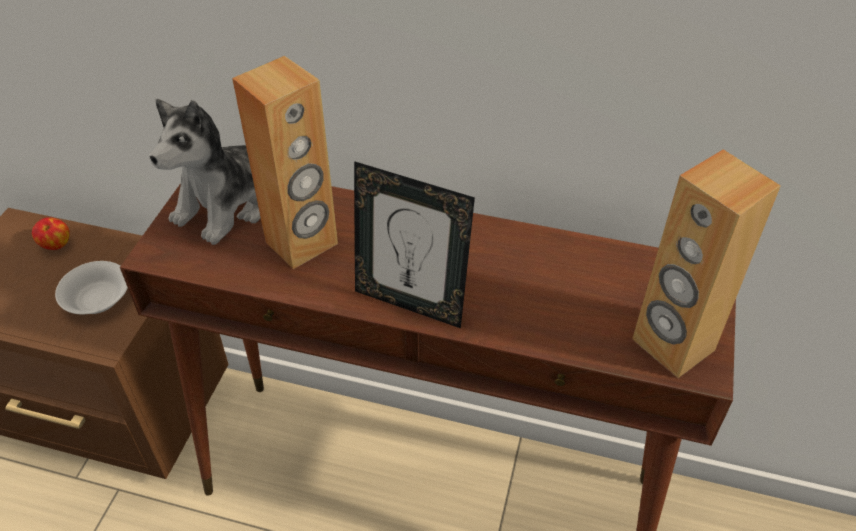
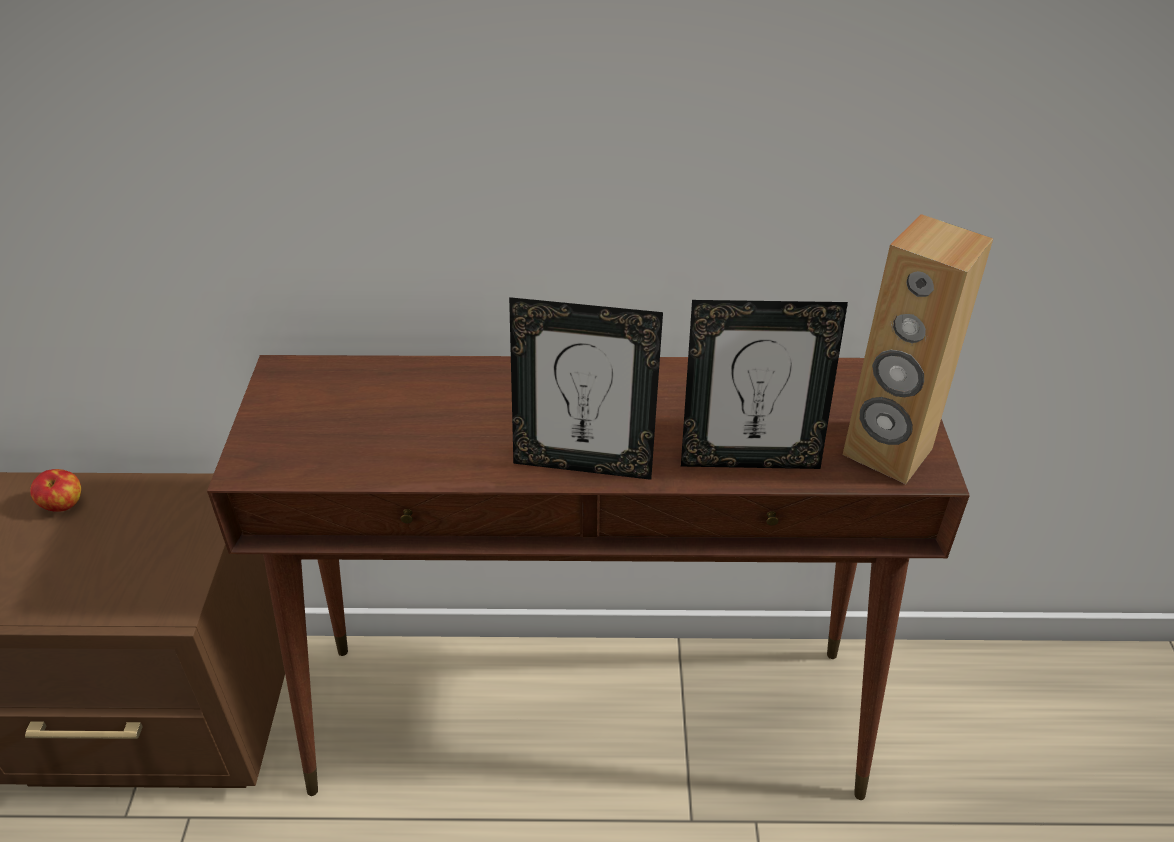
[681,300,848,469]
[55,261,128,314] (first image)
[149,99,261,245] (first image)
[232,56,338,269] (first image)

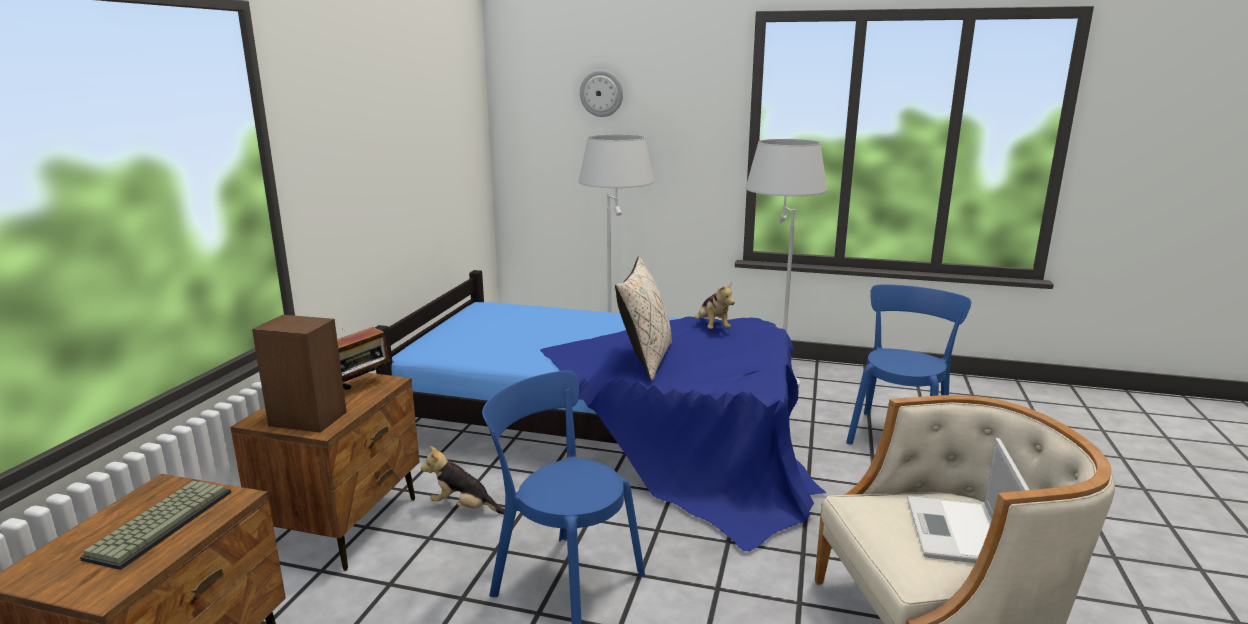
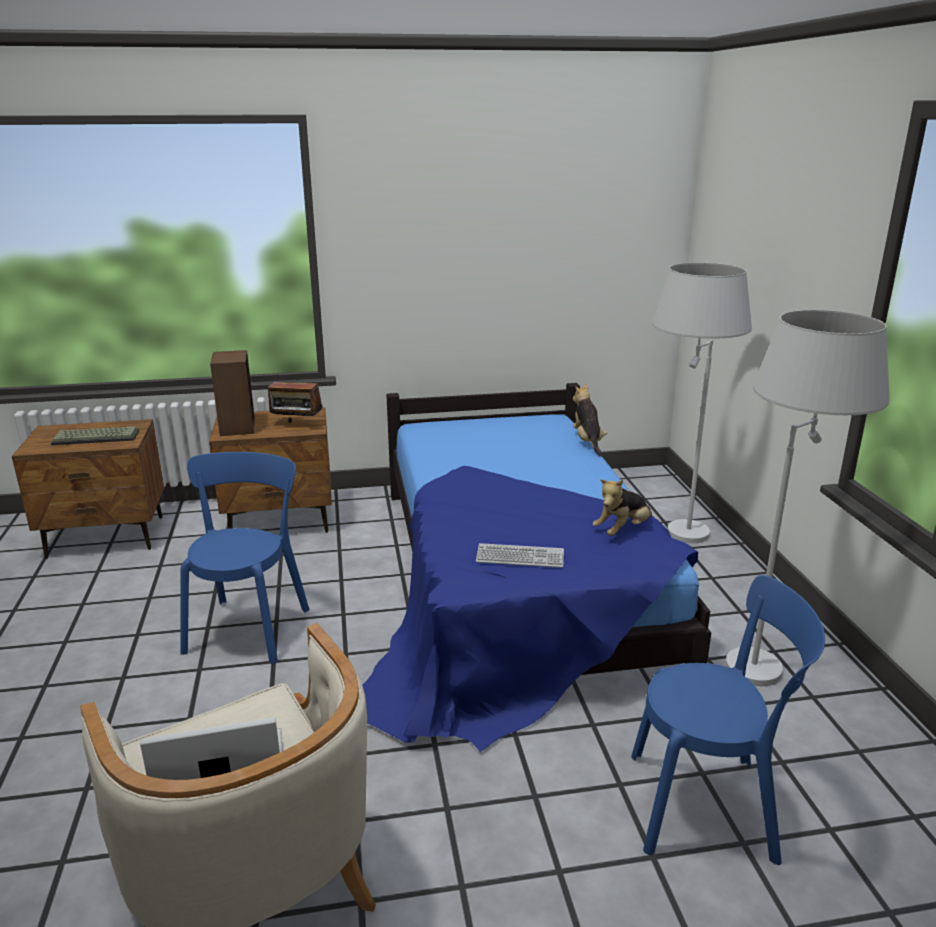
[476,543,564,568]
[573,384,607,456]
[580,70,623,117] (first image)
[615,256,672,381] (first image)

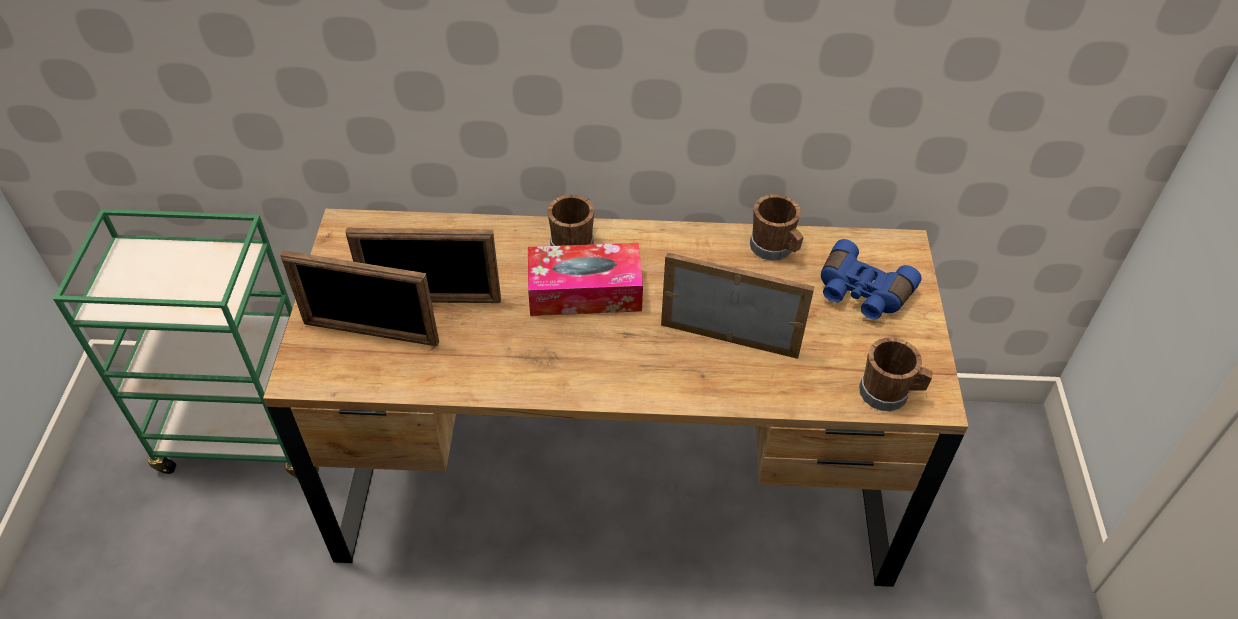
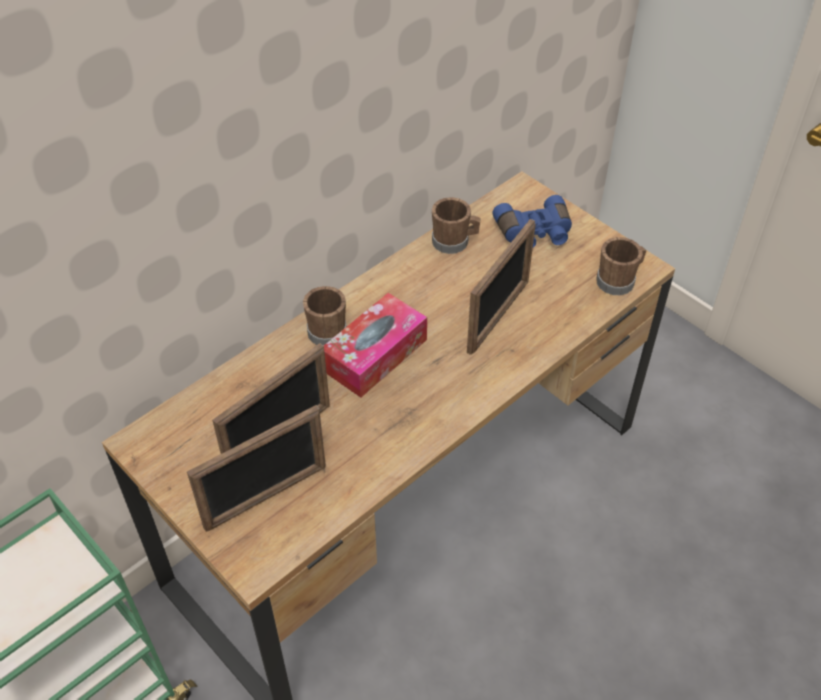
[467,219,535,355]

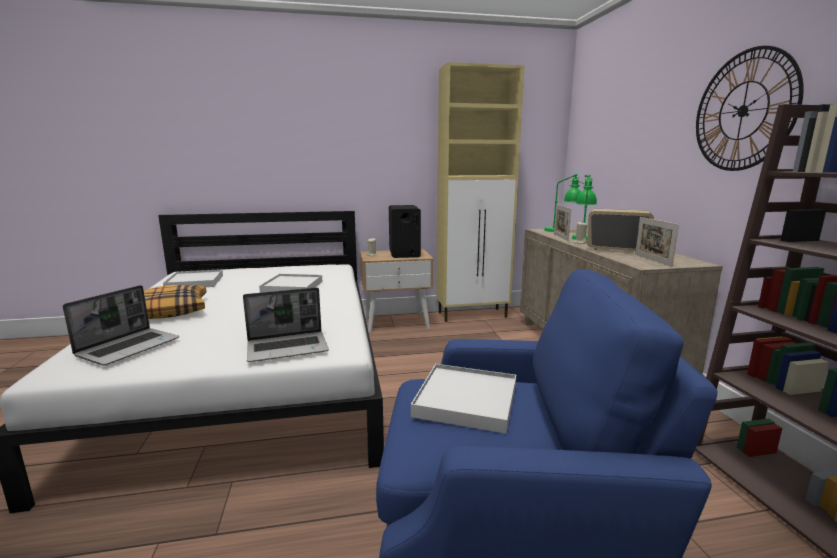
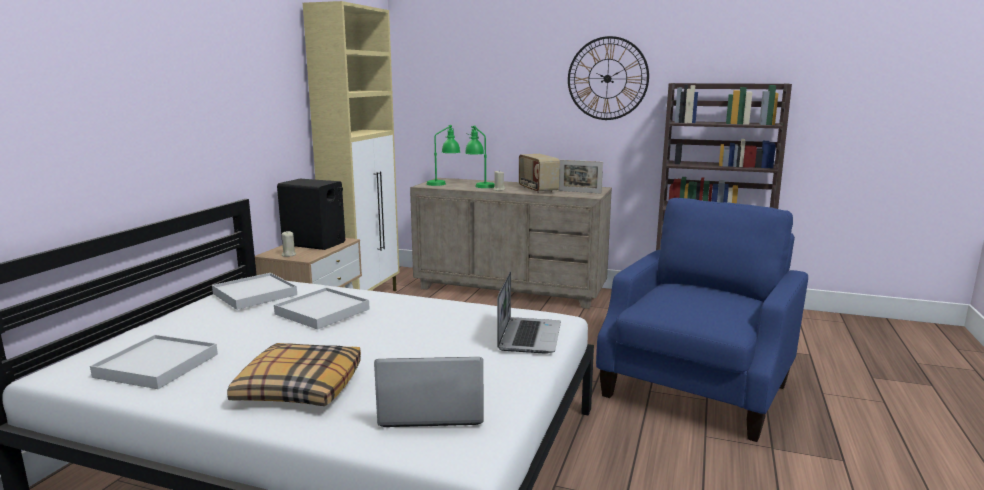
[212,273,297,310]
[374,357,484,427]
[519,154,560,193]
[554,204,571,241] (first image)

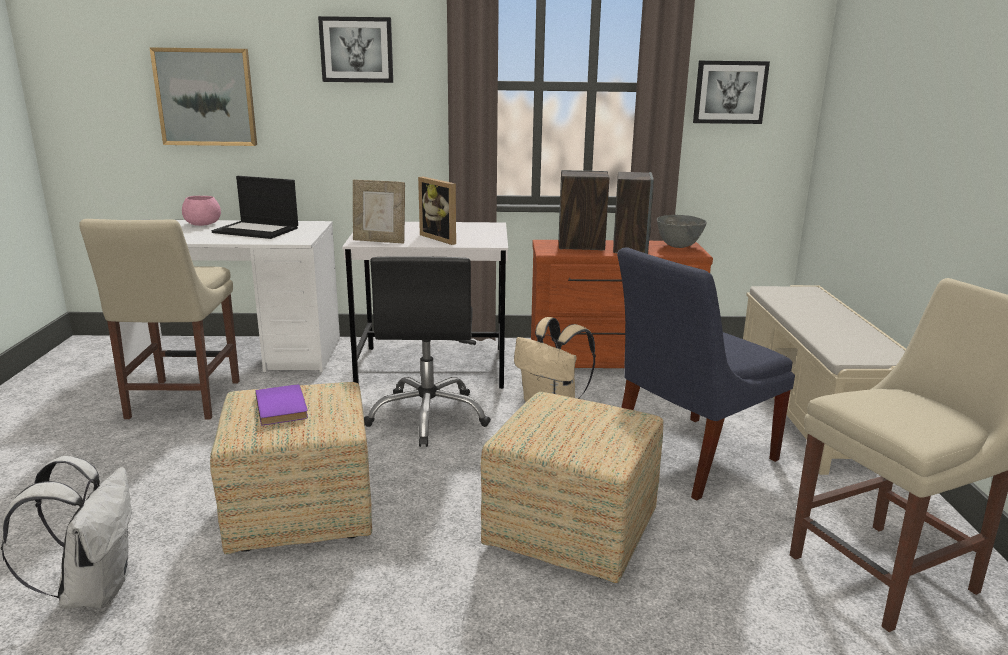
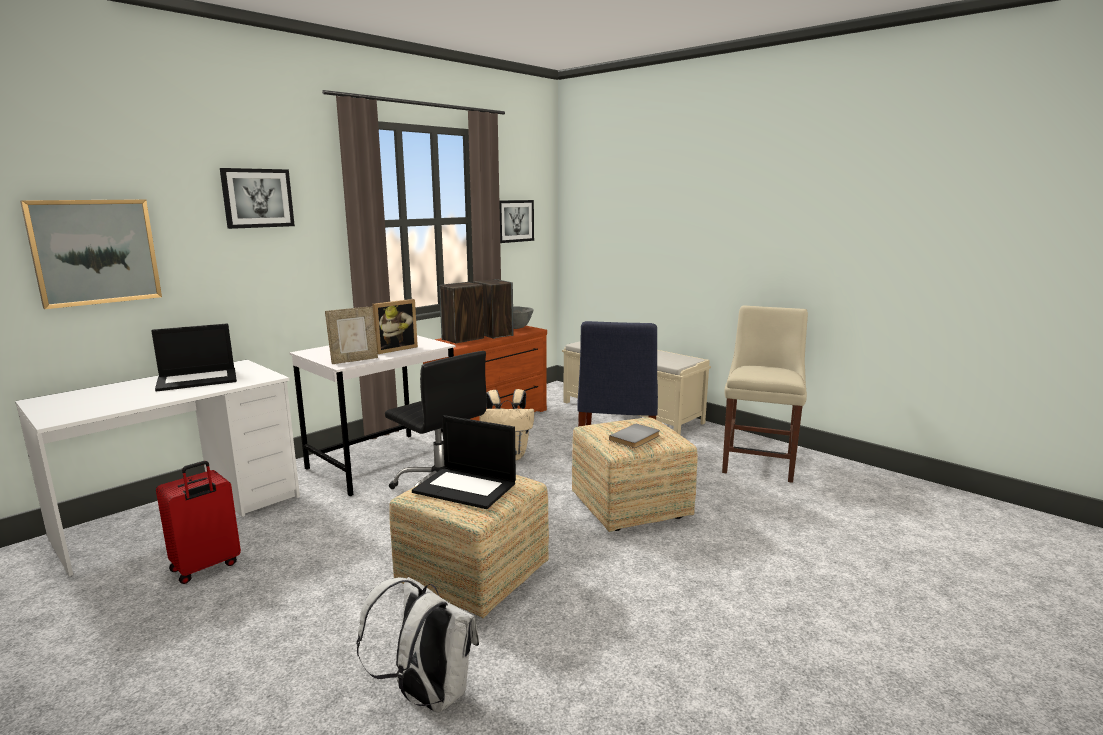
[156,461,241,584]
[372,299,418,354]
[412,415,516,509]
[609,423,660,448]
[182,196,221,226] (first image)

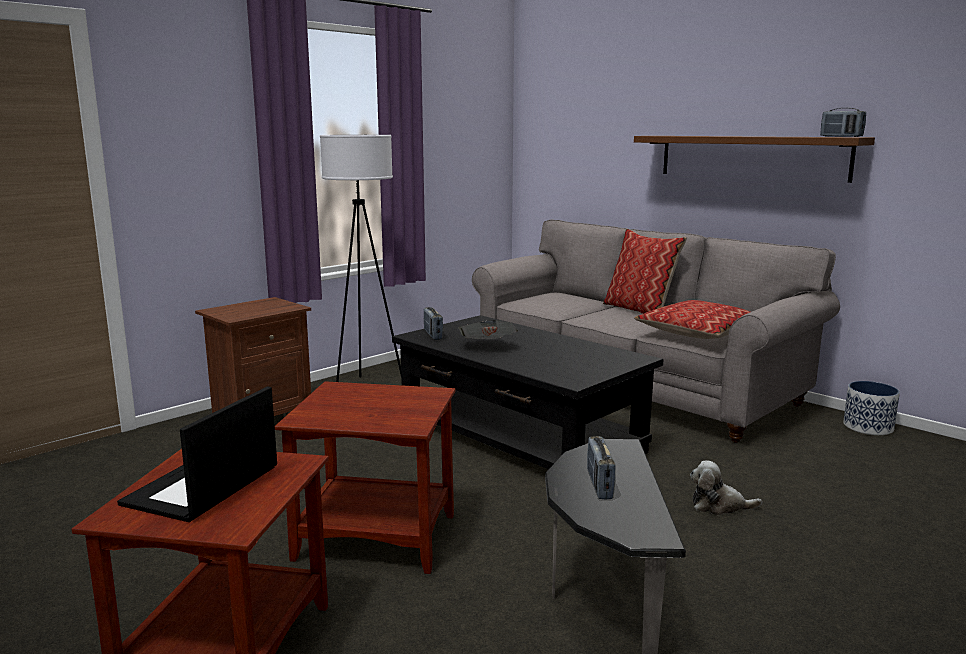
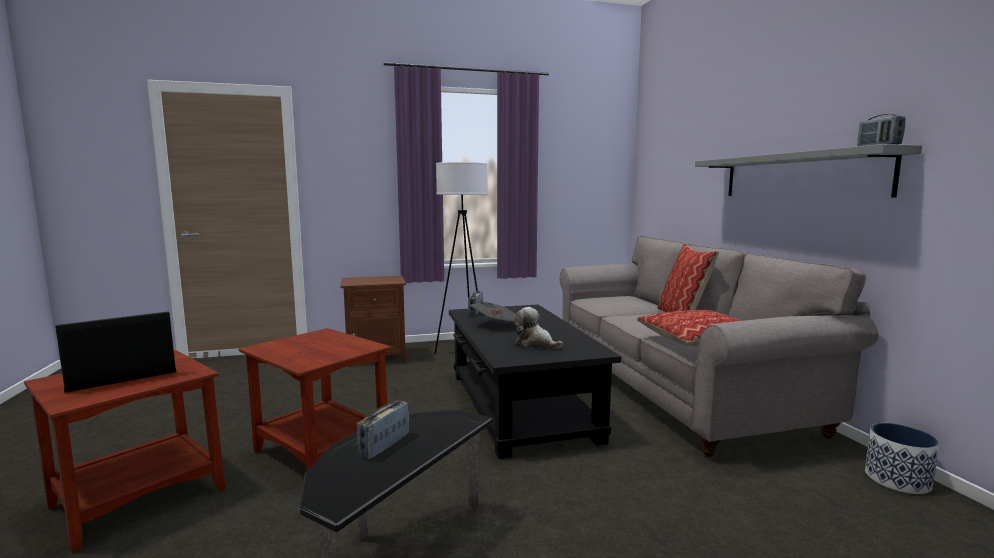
[514,307,563,349]
[695,144,922,198]

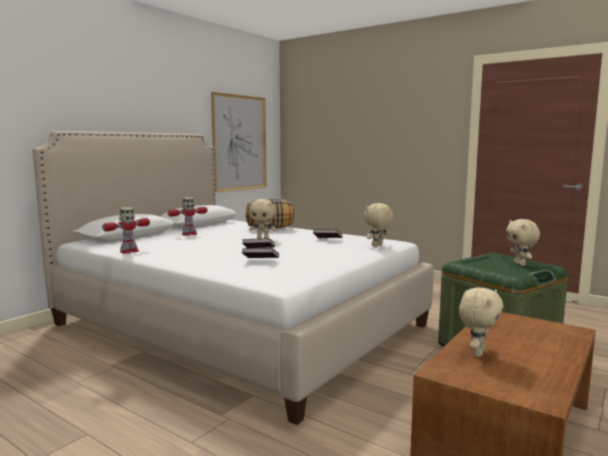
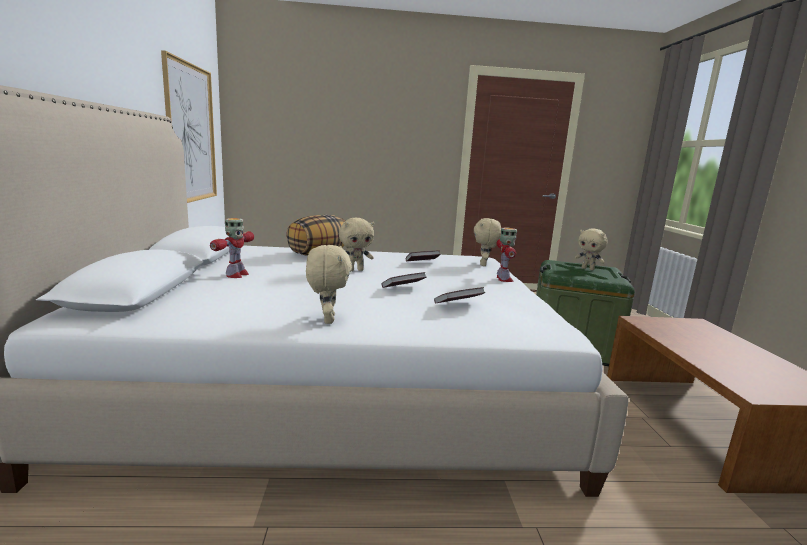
[306,245,352,324]
[496,228,517,282]

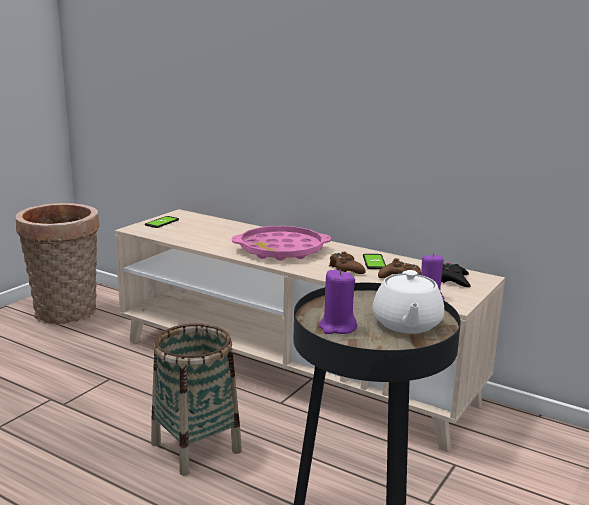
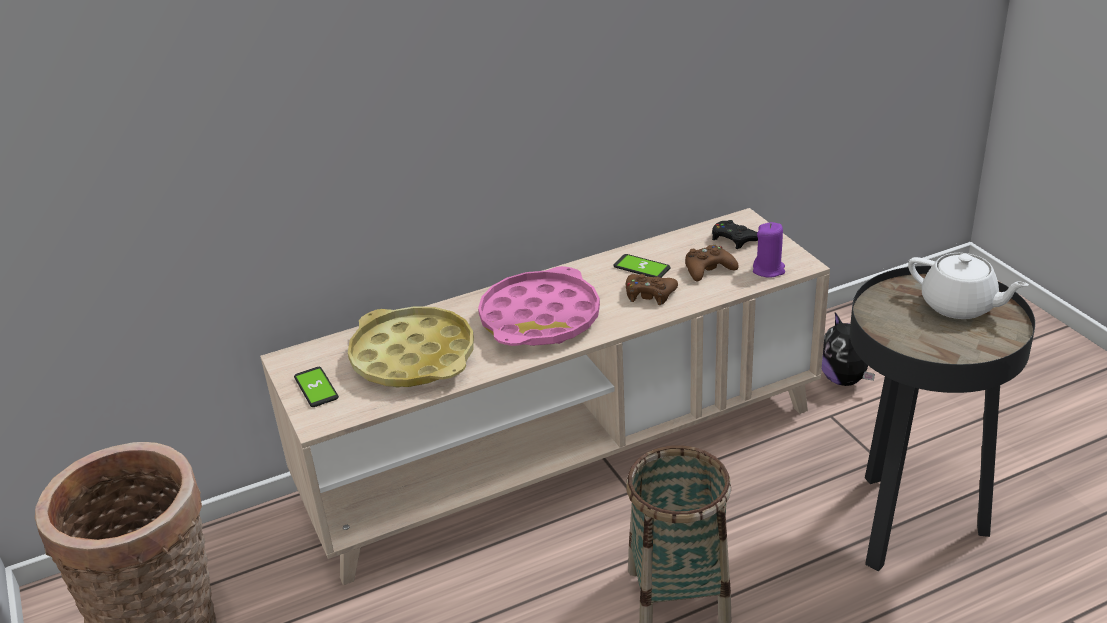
[348,306,474,388]
[822,312,875,386]
[319,269,357,334] (first image)

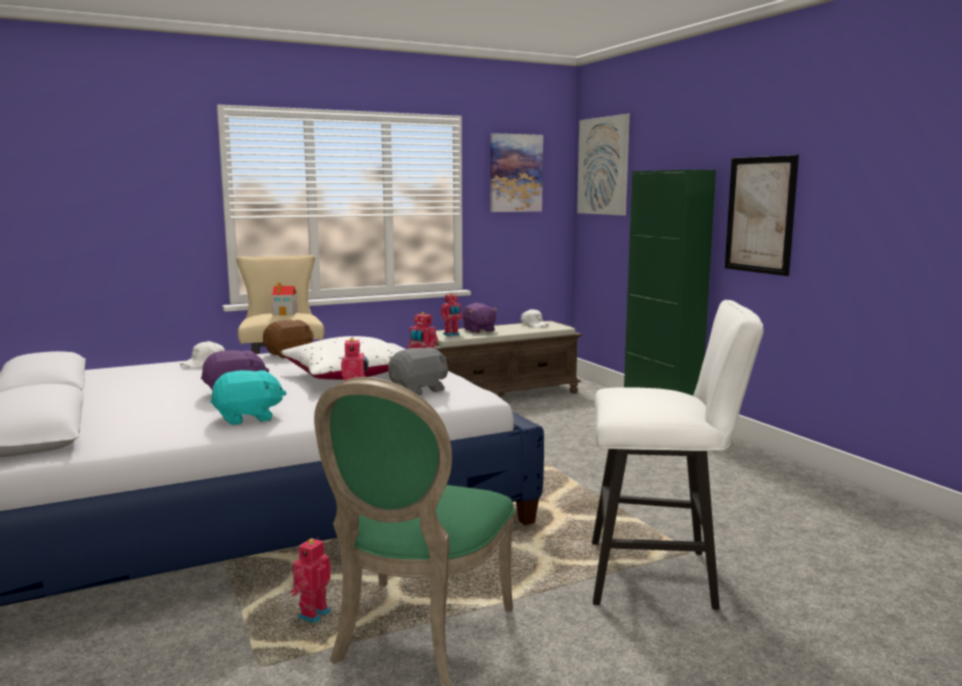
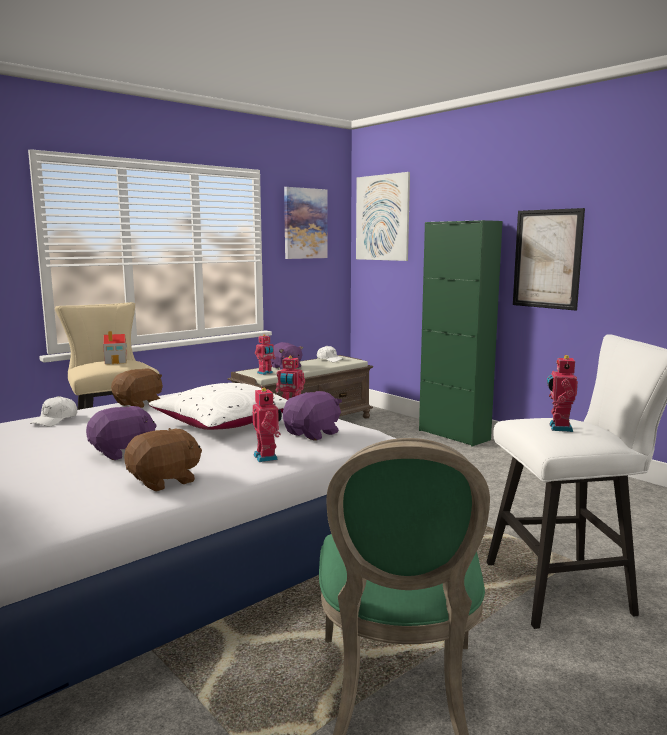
[124,428,202,492]
[283,391,342,440]
[547,355,578,432]

